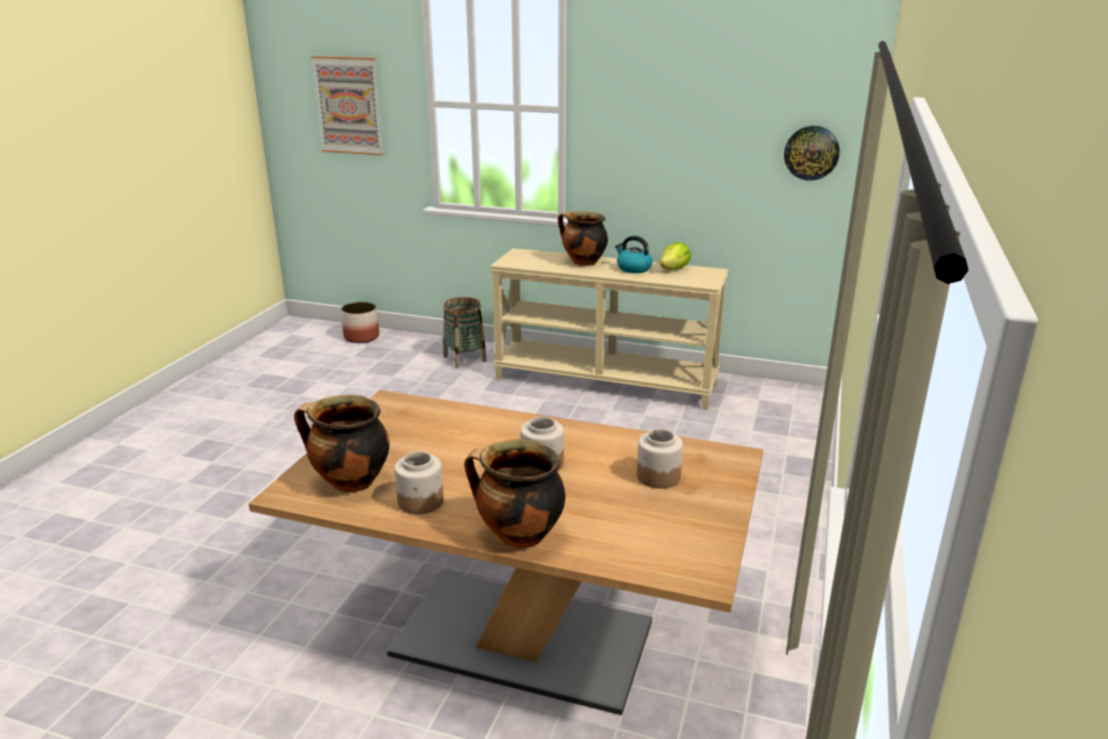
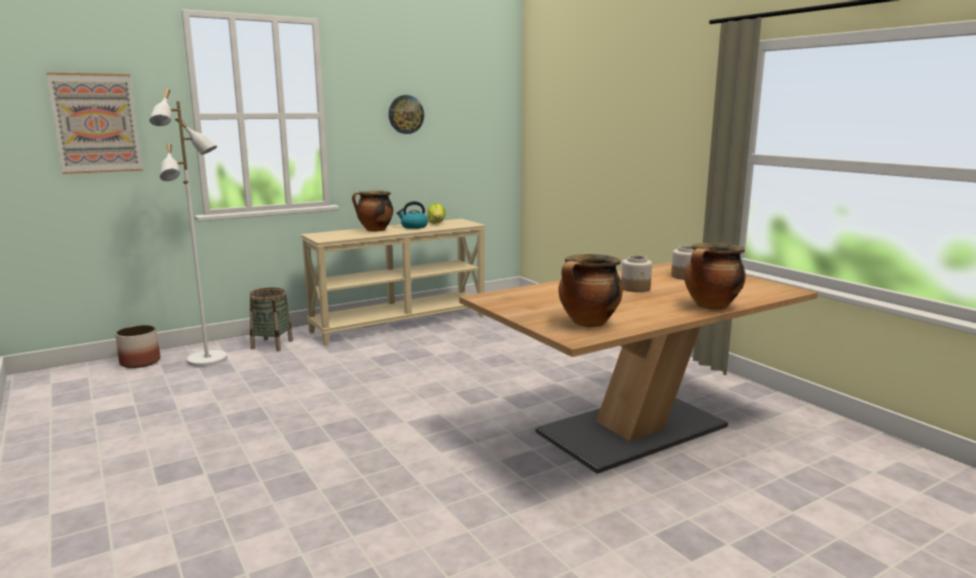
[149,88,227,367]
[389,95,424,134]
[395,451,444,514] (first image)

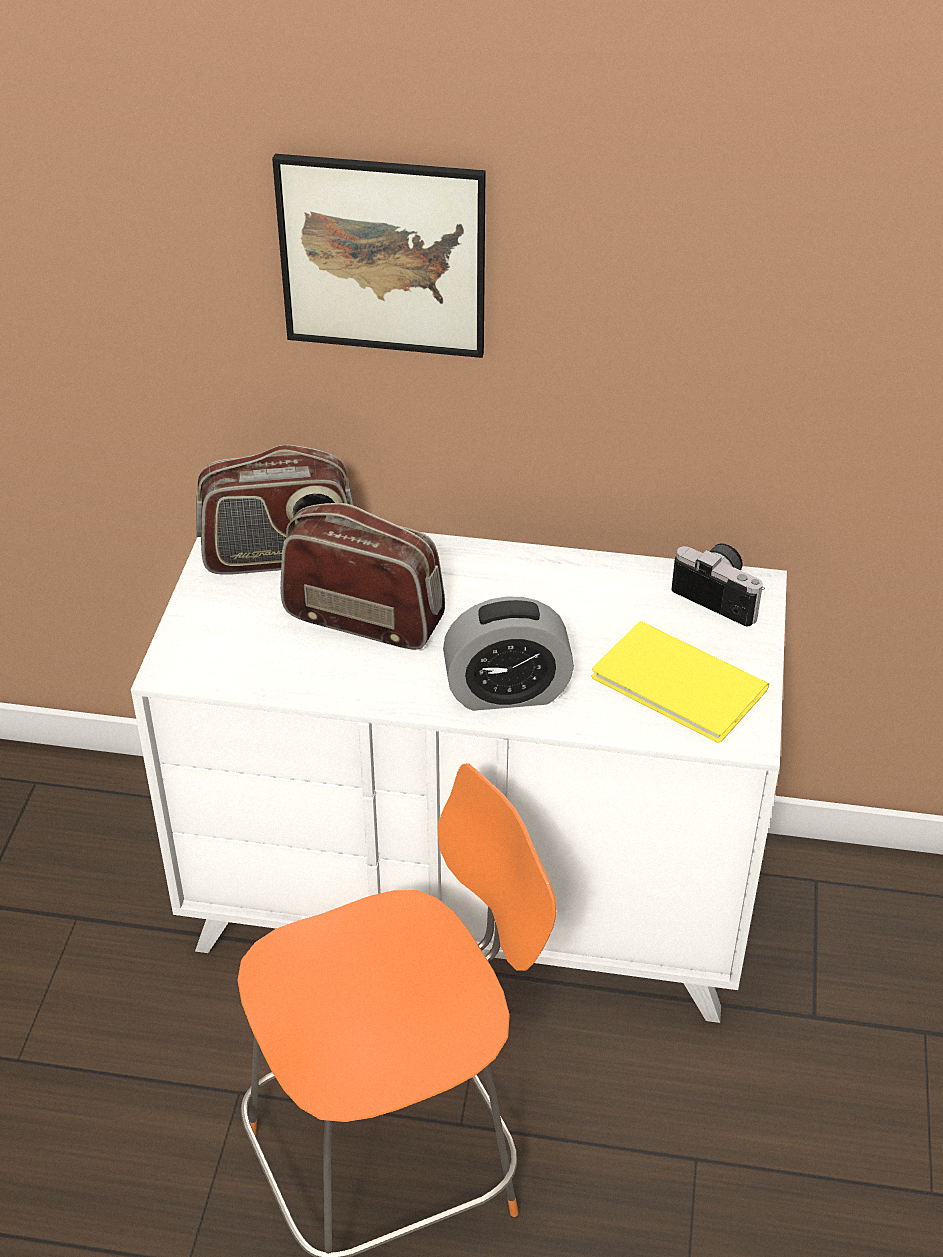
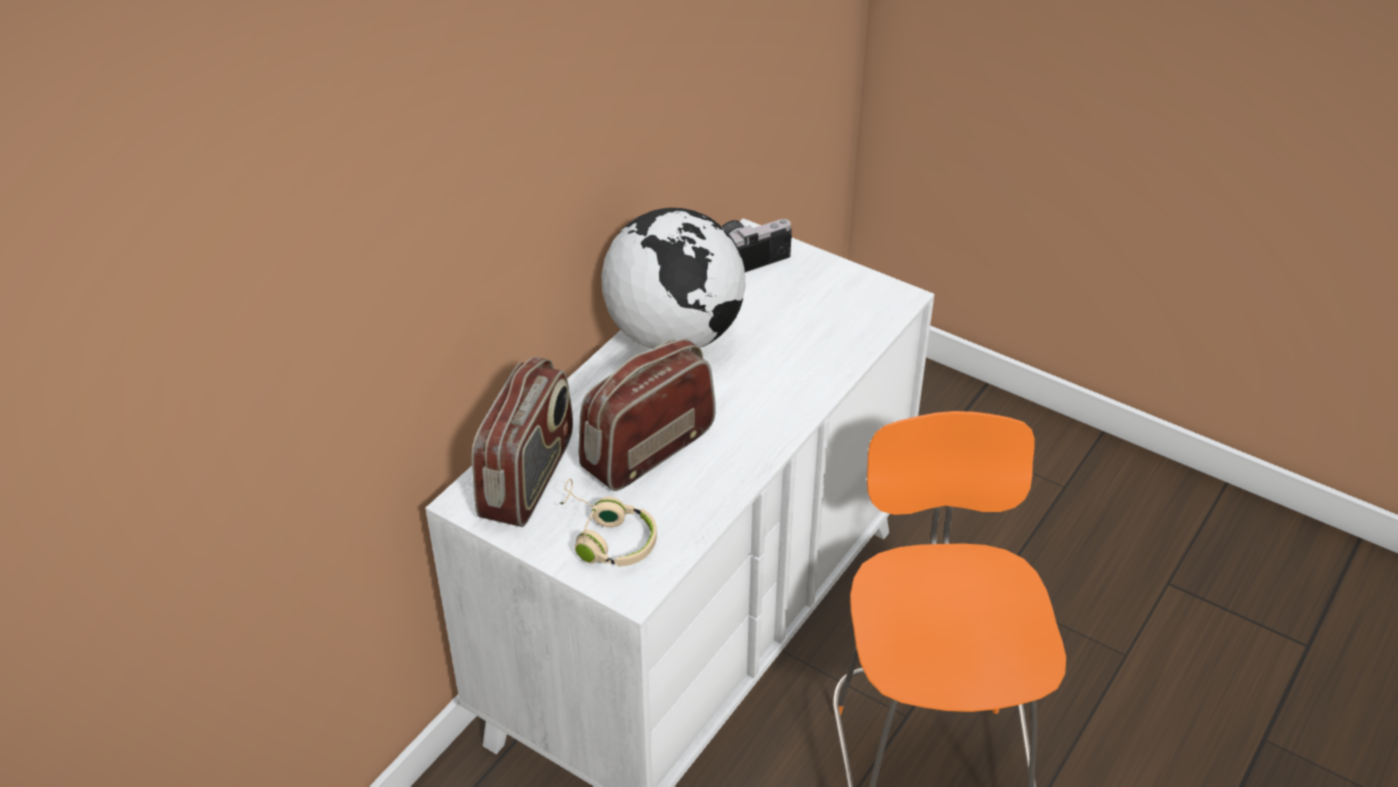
[559,478,657,567]
[601,208,745,351]
[272,154,486,358] (first image)
[443,596,574,711] (first image)
[592,621,769,743] (first image)

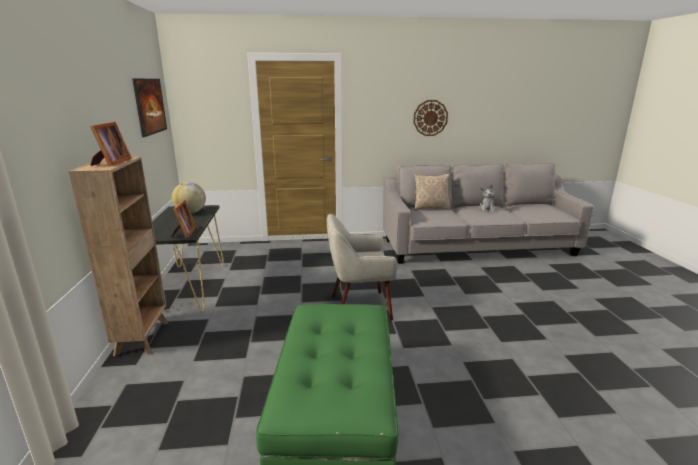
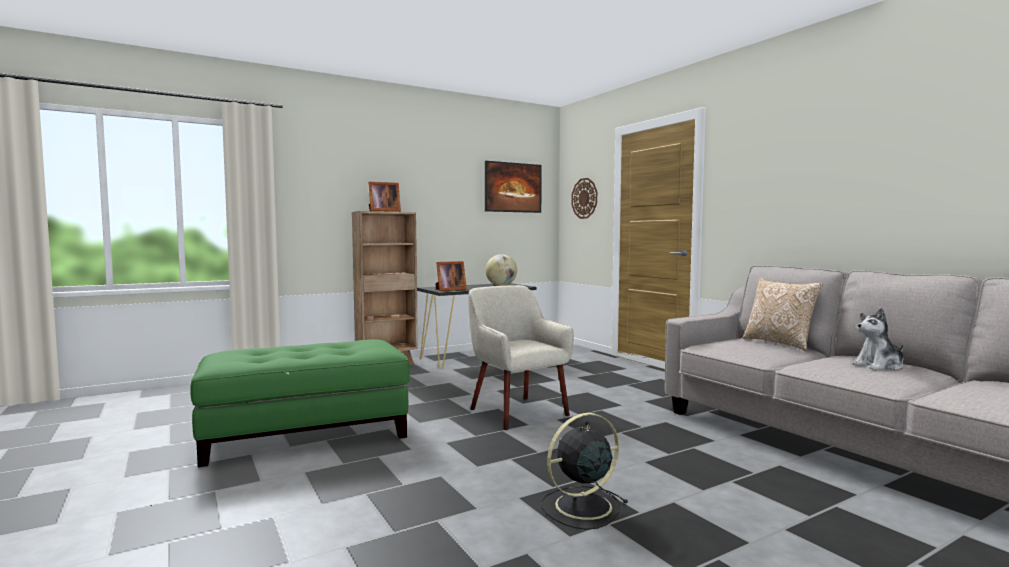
[541,413,628,530]
[571,178,597,219]

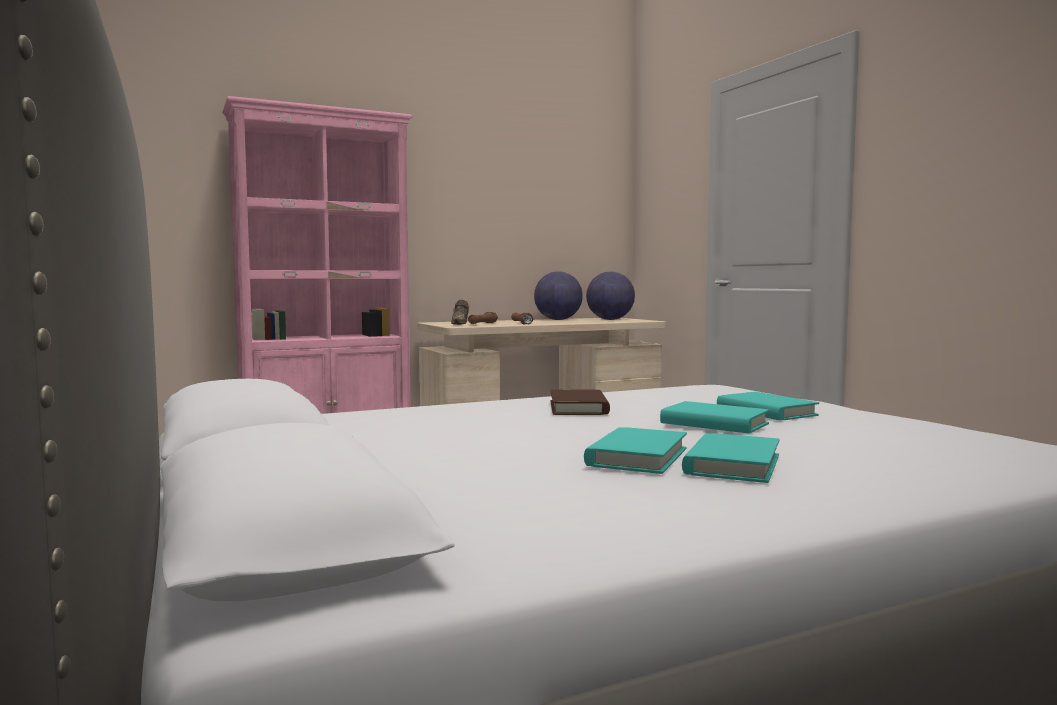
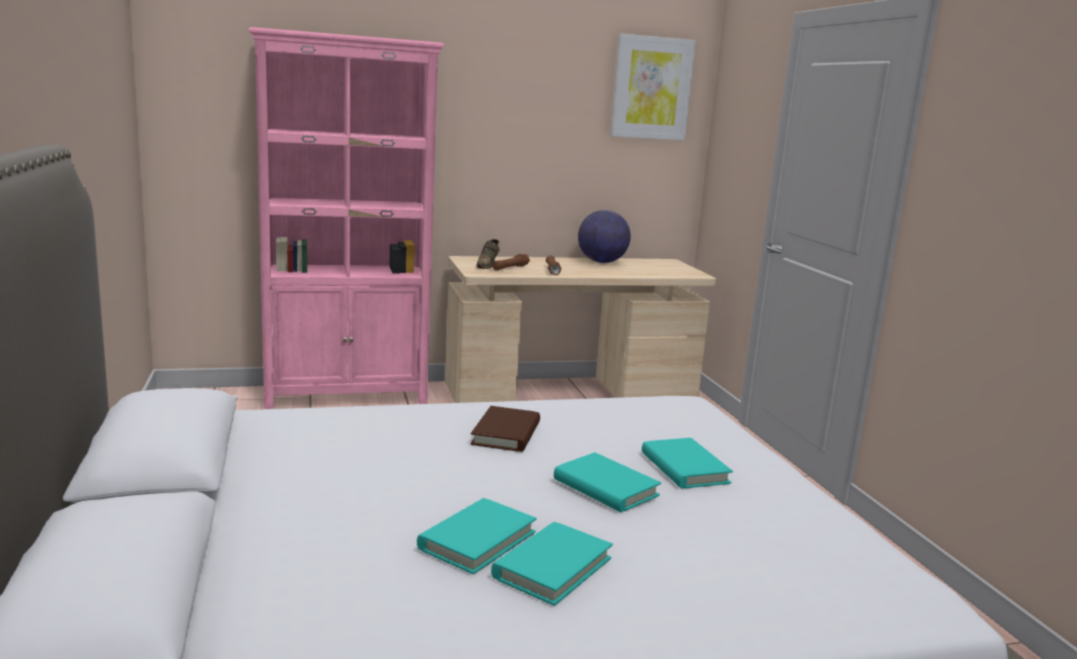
[611,34,696,140]
[586,271,635,320] (first image)

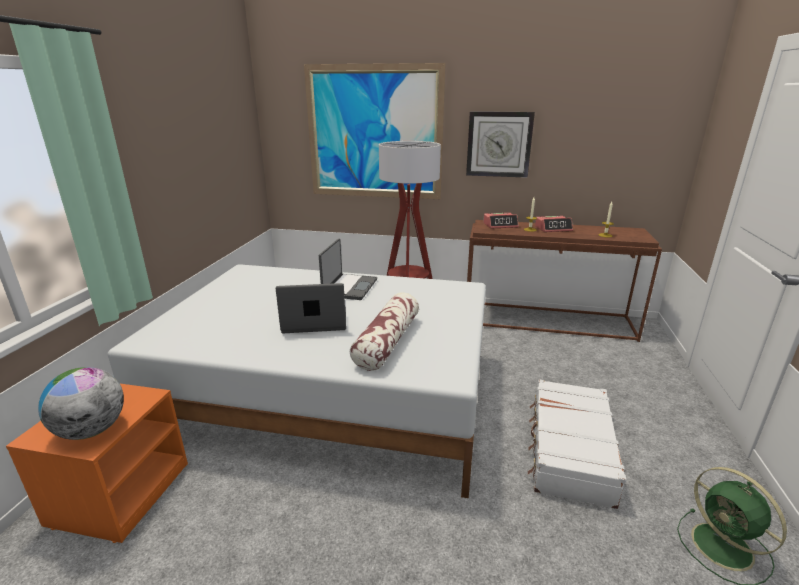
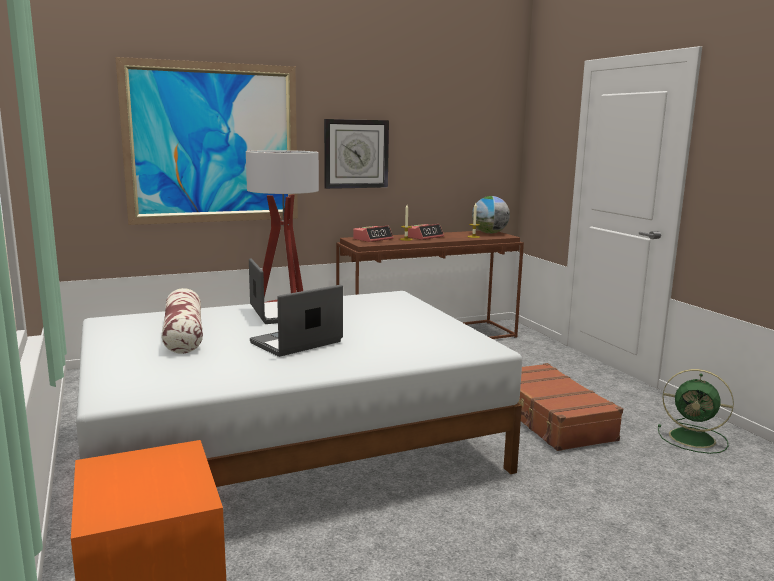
[161,288,203,354]
[472,196,510,234]
[518,363,623,451]

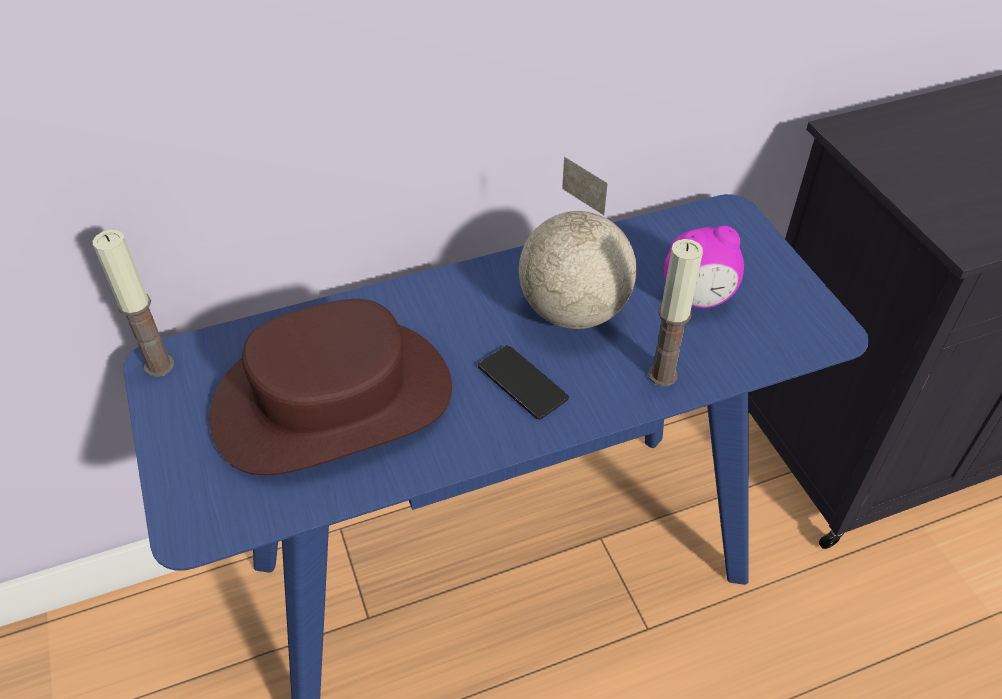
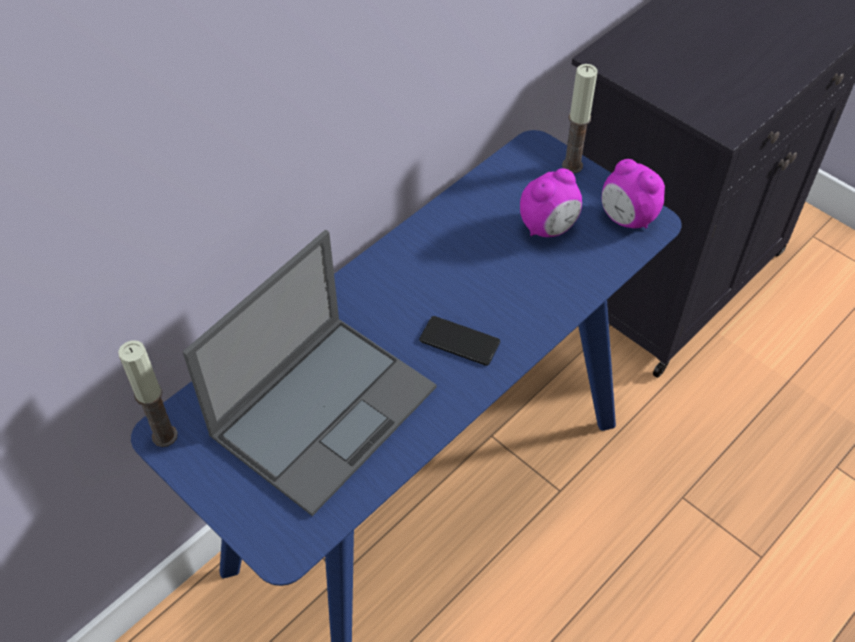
[183,230,437,516]
[562,64,598,173]
[602,159,665,228]
[519,157,636,329] (first image)

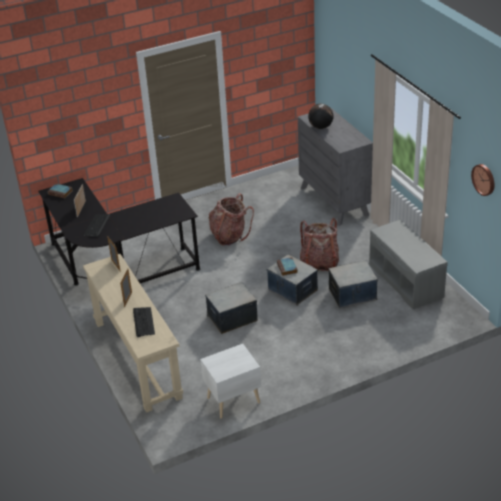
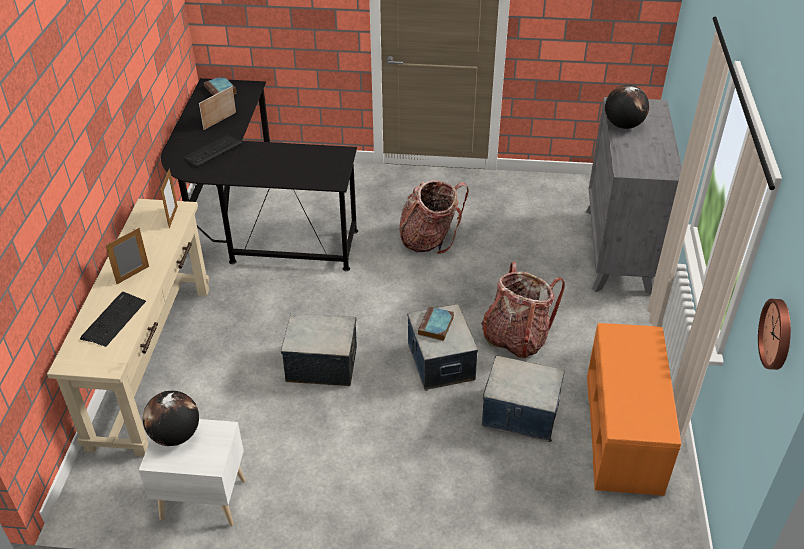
[142,391,199,446]
[587,323,681,496]

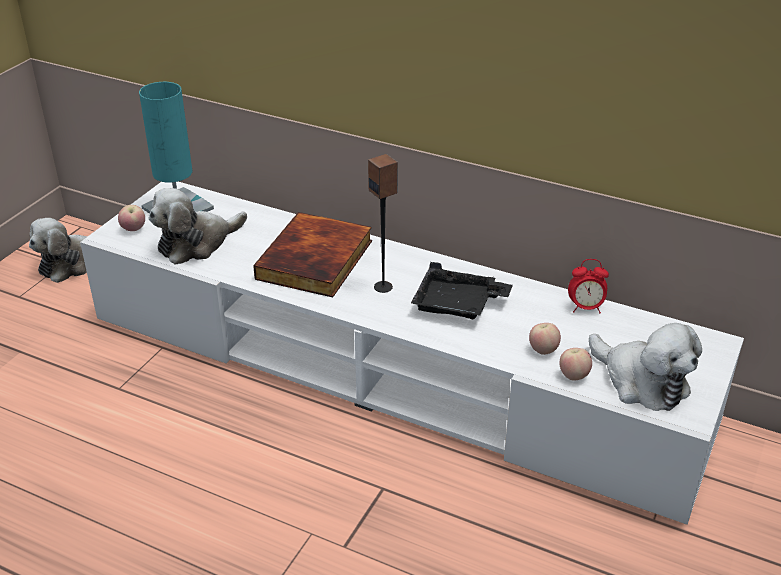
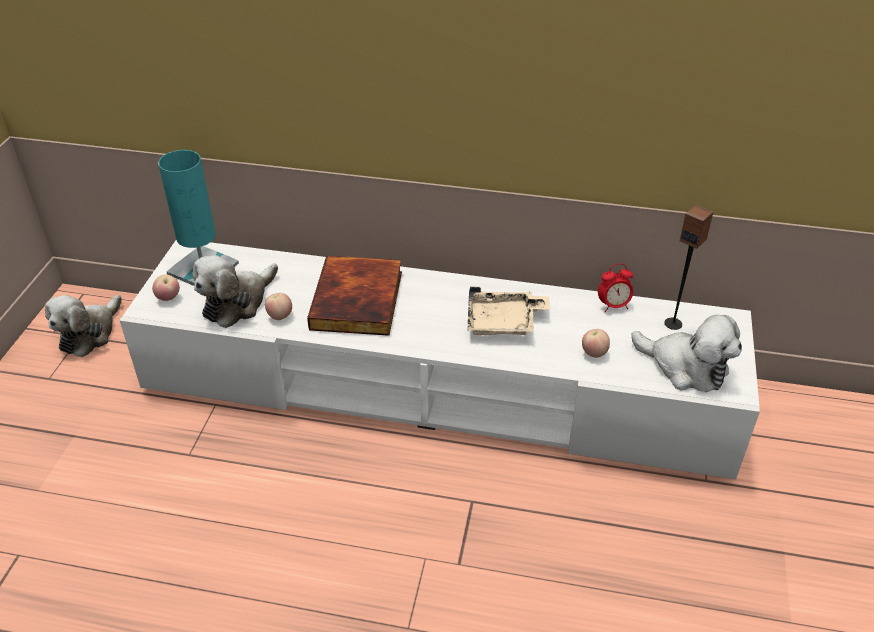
[265,293,292,320]
[468,286,550,335]
[664,205,713,330]

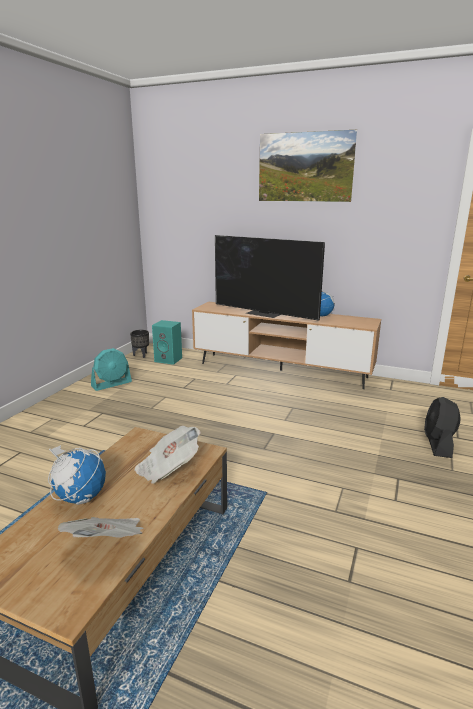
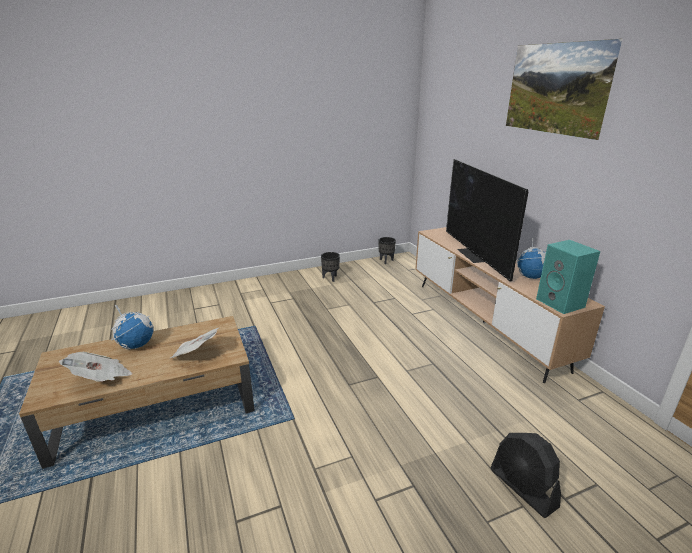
[321,252,340,282]
[490,433,561,518]
[536,240,600,314]

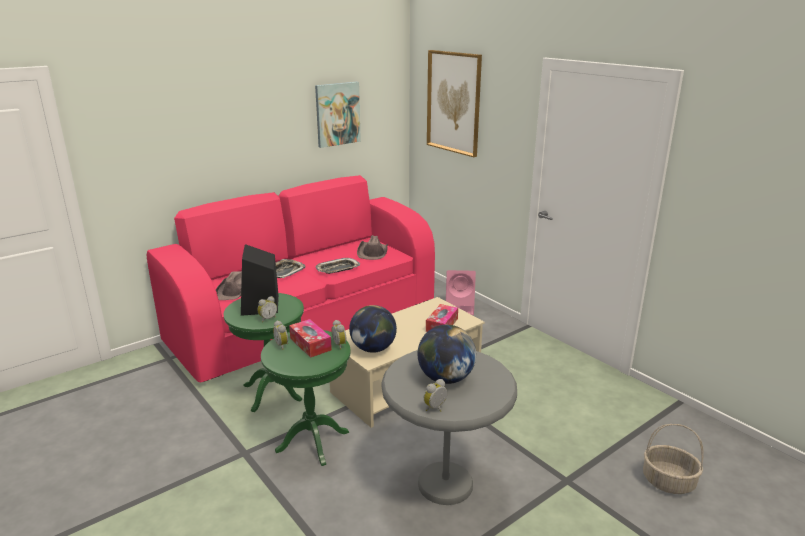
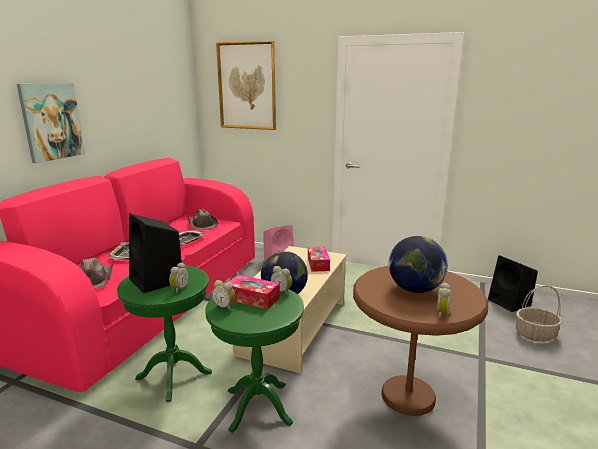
[17,83,85,163]
[353,266,488,416]
[488,255,538,312]

